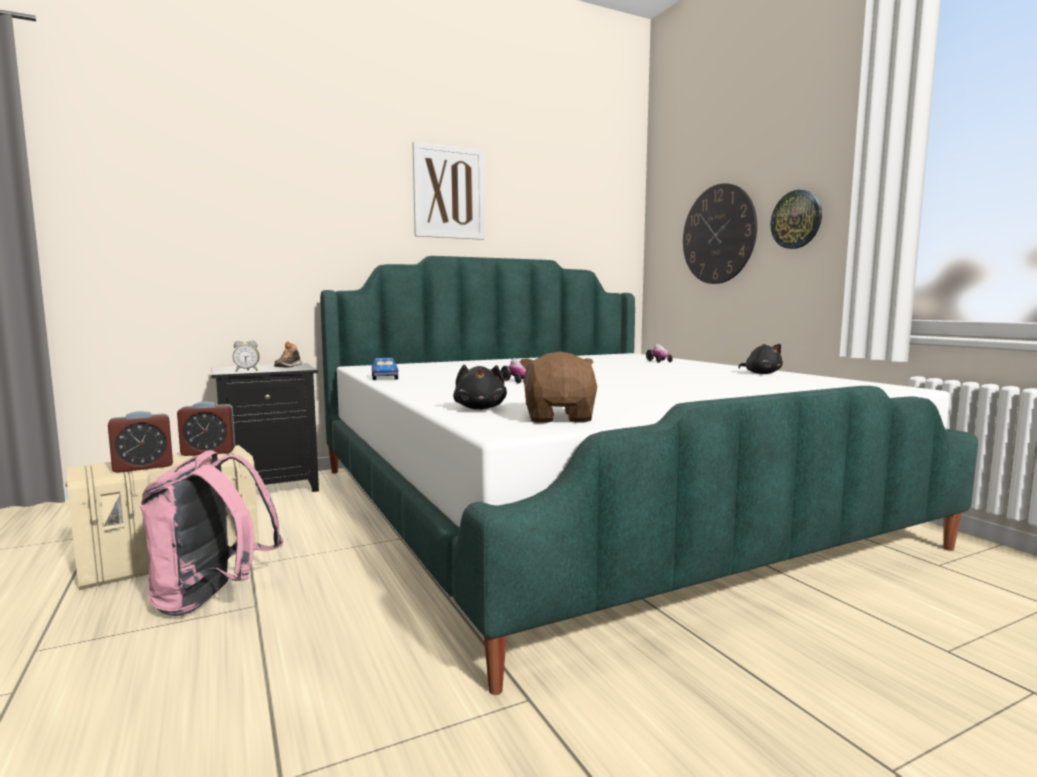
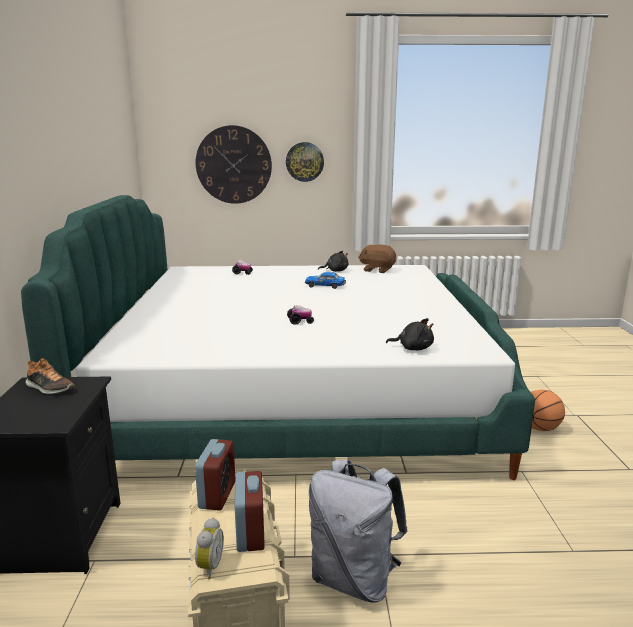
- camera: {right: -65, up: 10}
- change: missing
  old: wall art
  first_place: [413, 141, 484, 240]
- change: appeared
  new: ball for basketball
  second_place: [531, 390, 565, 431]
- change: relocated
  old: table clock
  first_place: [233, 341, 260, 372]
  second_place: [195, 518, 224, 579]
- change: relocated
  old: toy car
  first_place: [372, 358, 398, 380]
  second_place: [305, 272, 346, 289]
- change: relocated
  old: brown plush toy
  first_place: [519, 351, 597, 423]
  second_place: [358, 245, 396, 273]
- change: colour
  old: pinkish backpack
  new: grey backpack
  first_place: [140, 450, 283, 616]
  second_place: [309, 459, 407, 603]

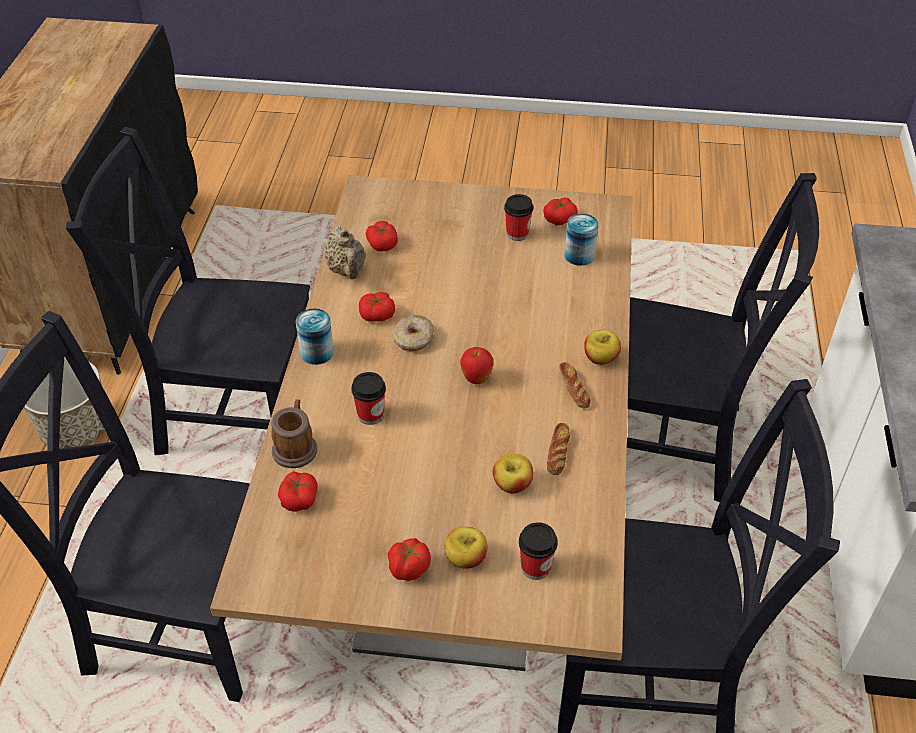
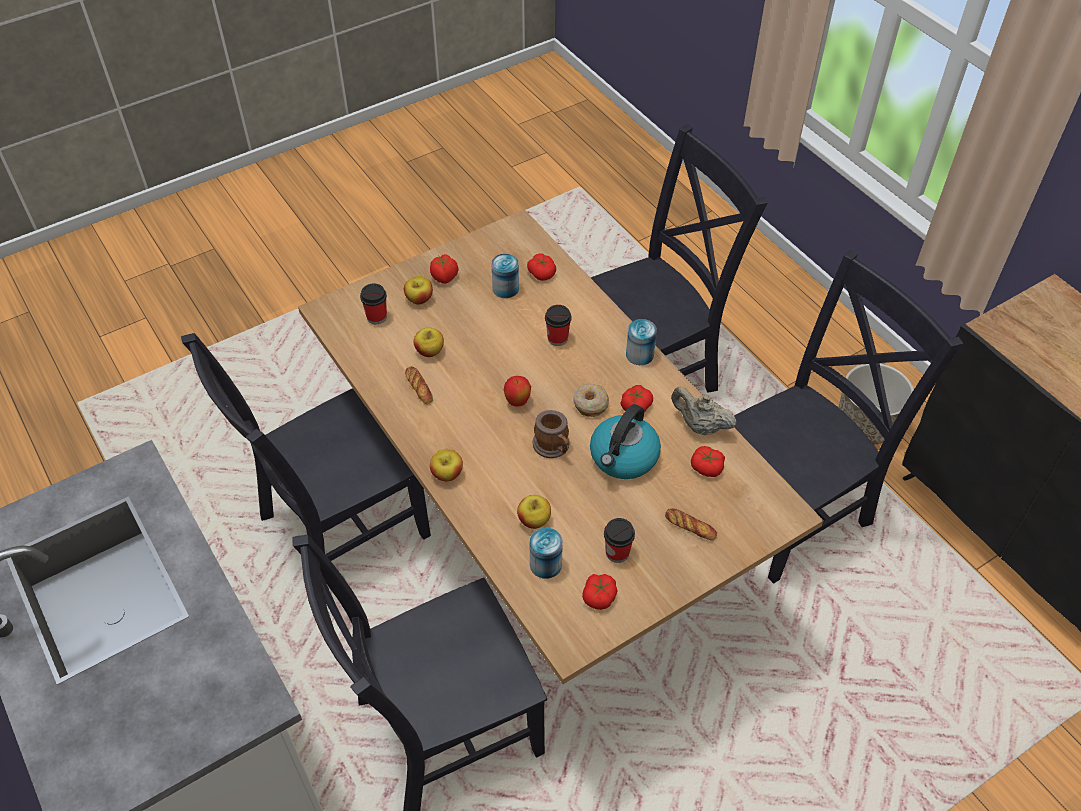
- camera: {right: 140, up: 5}
- change: appeared
  new: can
  second_place: [491, 254, 519, 298]
- change: appeared
  new: apple
  second_place: [517, 495, 551, 529]
- change: appeared
  new: water kettle
  second_place: [590, 404, 661, 479]
- change: relocated
  old: mug
  first_place: [271, 399, 317, 468]
  second_place: [533, 410, 570, 458]
- change: relocated
  old: bakery bread
  first_place: [558, 362, 591, 409]
  second_place: [665, 508, 717, 540]

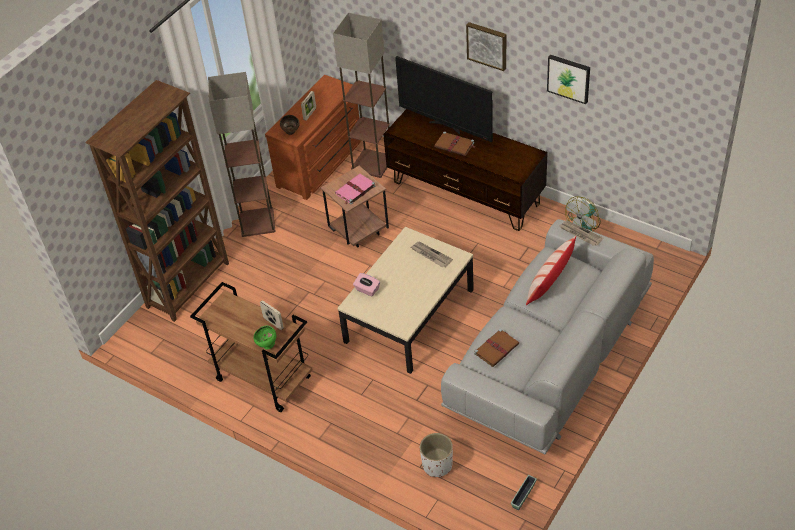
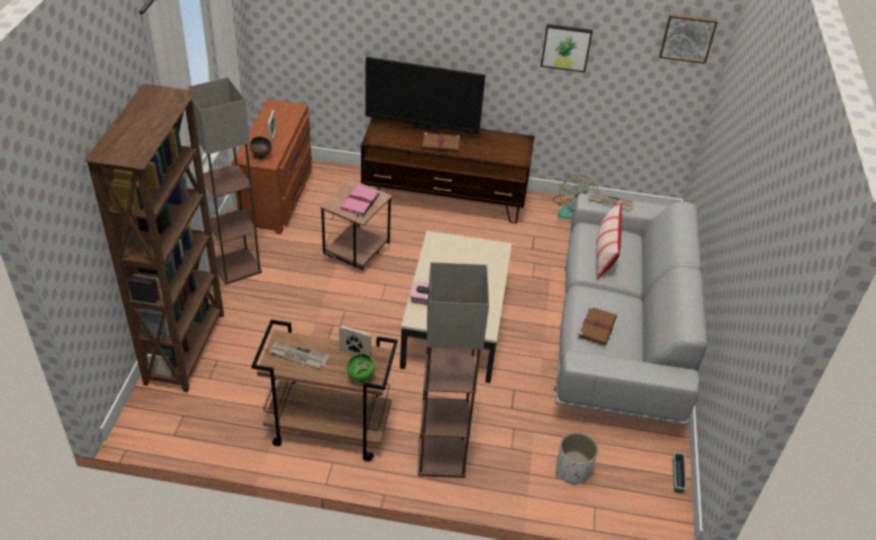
- camera: {right: -30, up: -5}
- change: relocated
  old: standing lamp
  first_place: [333, 13, 390, 178]
  second_place: [418, 262, 489, 478]
- change: relocated
  old: printed paper
  first_place: [411, 242, 453, 267]
  second_place: [269, 342, 329, 368]
- change: relocated
  old: wall art
  first_place: [466, 22, 506, 71]
  second_place: [659, 13, 718, 64]

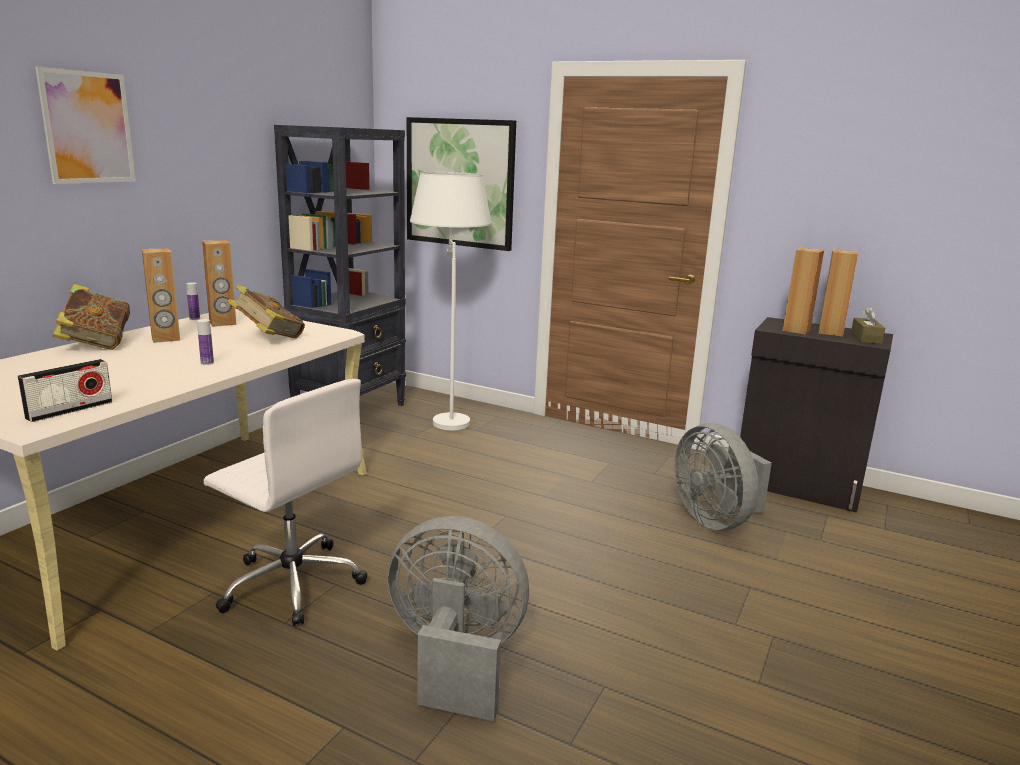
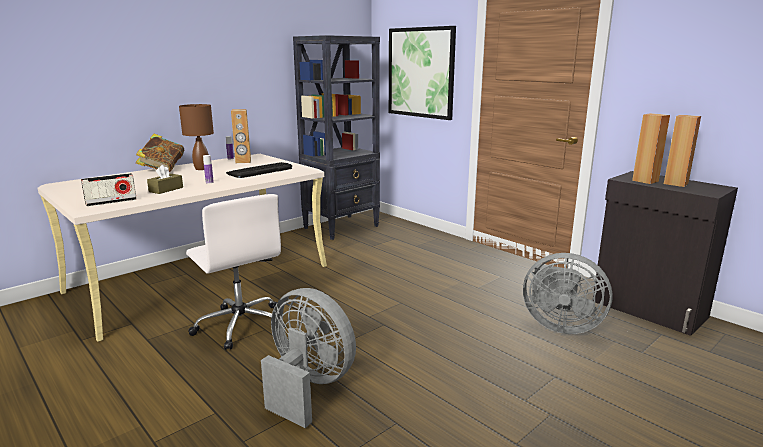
- camera: {right: 20, up: 0}
- change: missing
  old: wall art
  first_place: [35, 67, 136, 184]
- change: missing
  old: white standing lamp
  first_place: [410, 172, 491, 430]
- change: relocated
  old: brown box of tissues
  first_place: [851, 307, 885, 344]
  second_place: [147, 165, 183, 194]
- change: exchanged
  old: brown loudspeaker
  new: brown lamp for a table
  first_place: [142, 248, 180, 343]
  second_place: [179, 104, 214, 170]
- change: exchanged
  old: bound book
  new: computer keyboard
  first_place: [227, 285, 305, 338]
  second_place: [226, 162, 292, 178]
- change: spun
  old: grey electric fan
  first_place: [674, 423, 772, 531]
  second_place: [523, 253, 613, 334]
  degrees: -60

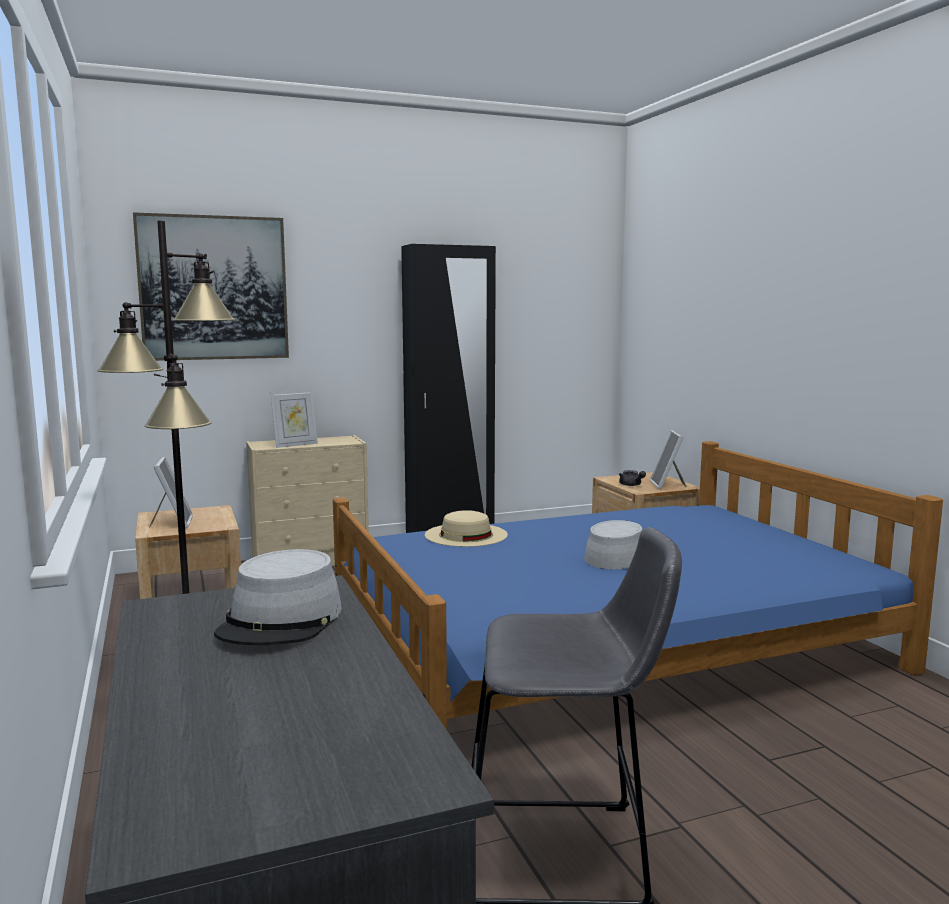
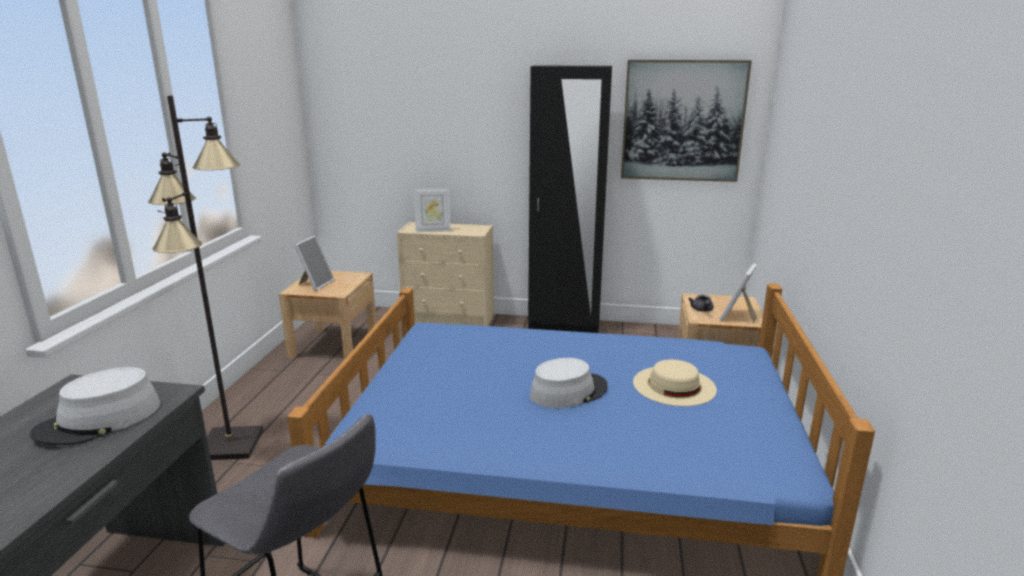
- camera: {right: 30, up: 10}
- change: relocated
  old: wall art
  first_place: [133, 213, 289, 361]
  second_place: [621, 60, 752, 182]
- change: relocated
  old: beige clothing hat
  first_place: [425, 510, 508, 547]
  second_place: [633, 359, 717, 406]

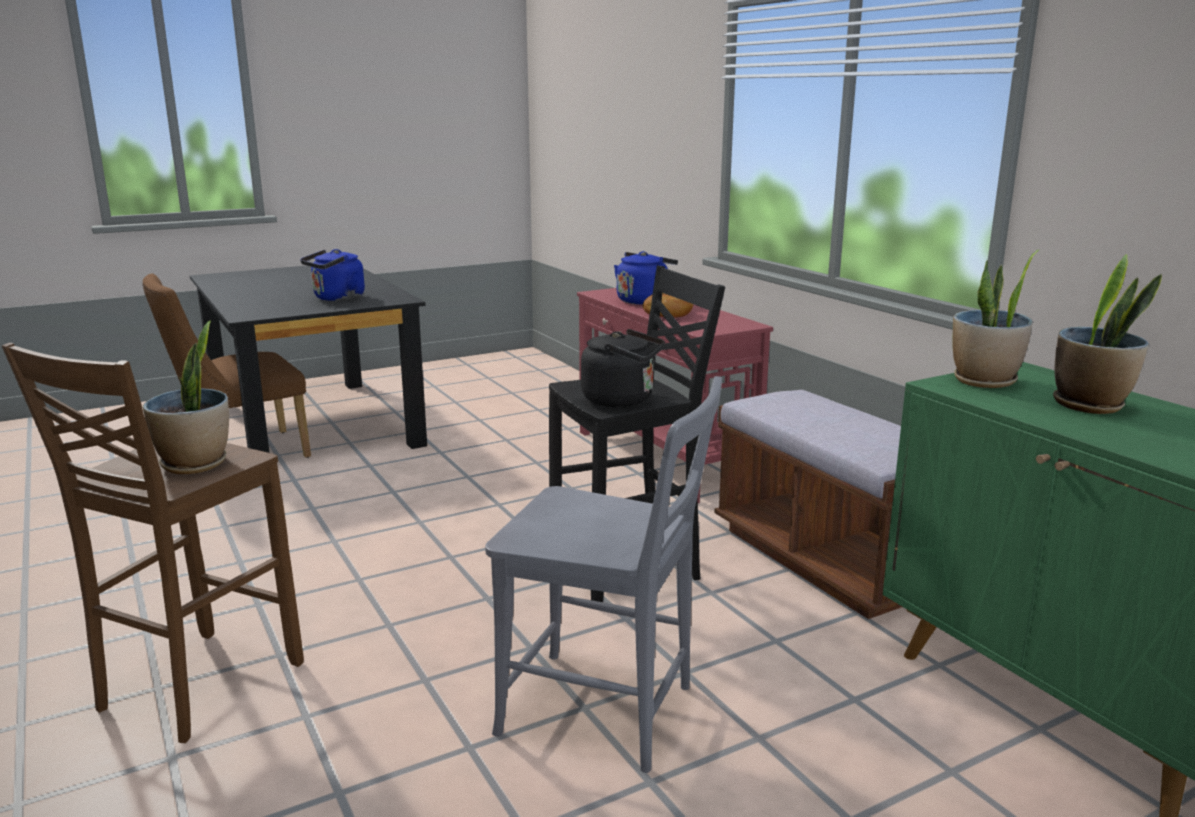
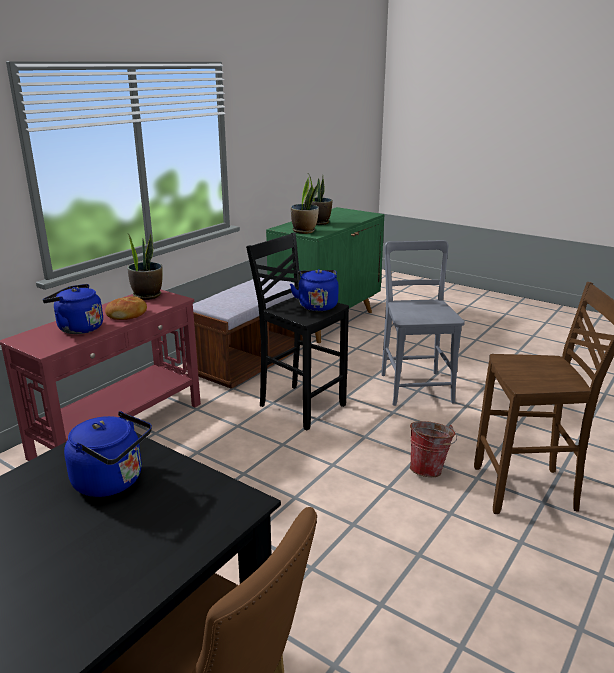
- camera: {right: -115, up: 5}
- change: appeared
  new: water bucket
  second_place: [410, 421, 457, 477]
- change: relocated
  old: houseplant
  first_place: [143, 320, 229, 474]
  second_place: [127, 233, 163, 300]
- change: colour
  old: black water kettle
  new: blue-coloured water kettle
  first_place: [581, 329, 665, 407]
  second_place: [290, 269, 339, 311]

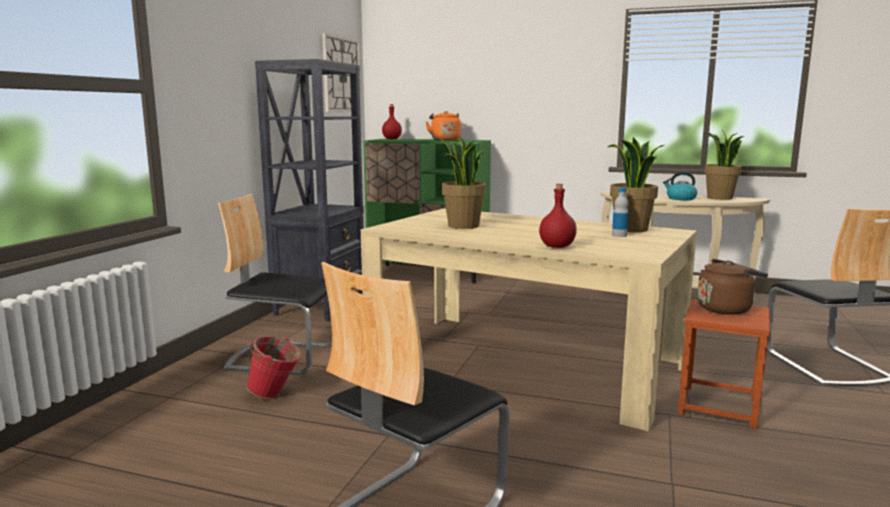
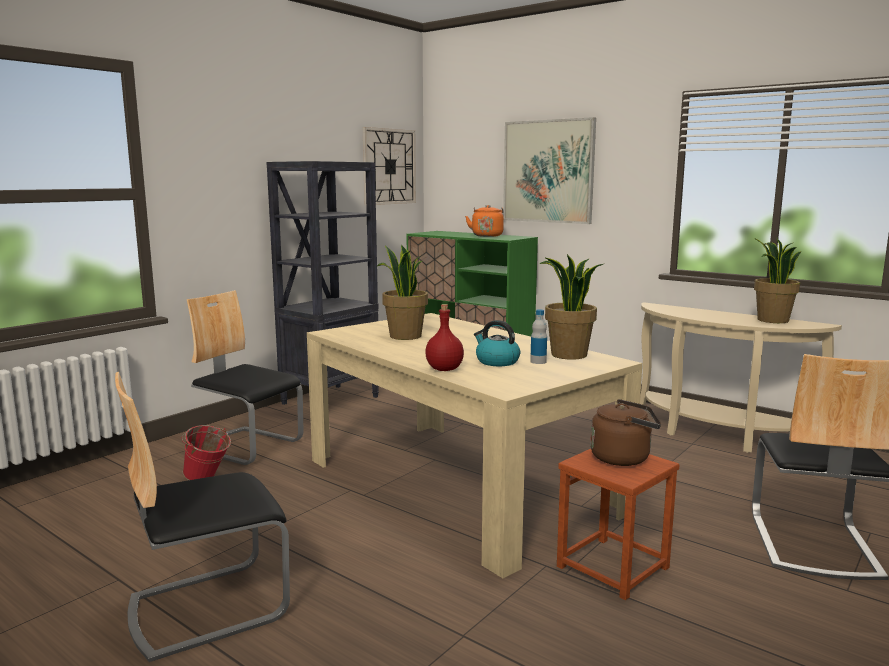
- camera: {right: 20, up: 0}
- change: missing
  old: red beverage bottle
  first_place: [382, 104, 402, 139]
- change: appeared
  new: wall art
  second_place: [503, 117, 596, 224]
- change: relocated
  old: water kettle
  first_place: [663, 171, 697, 200]
  second_place: [474, 320, 520, 366]

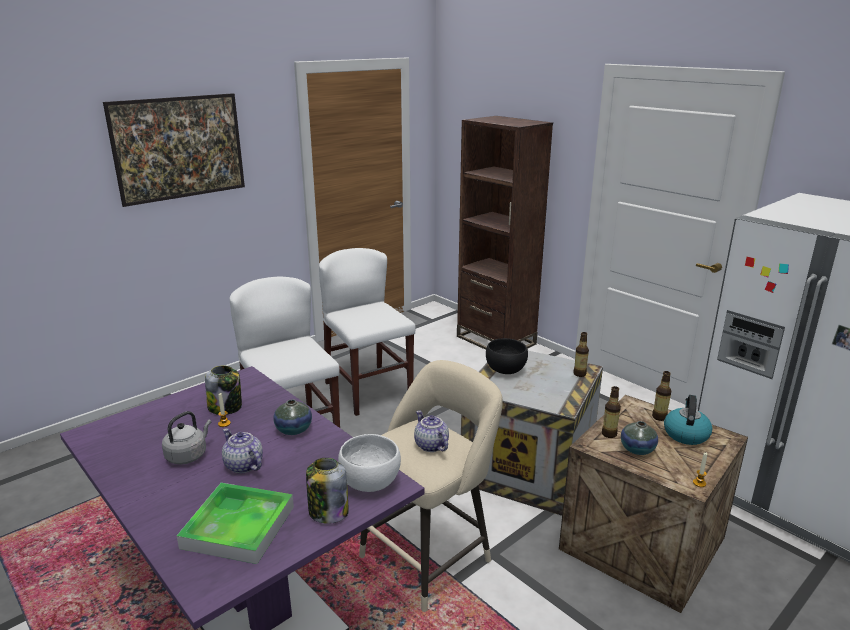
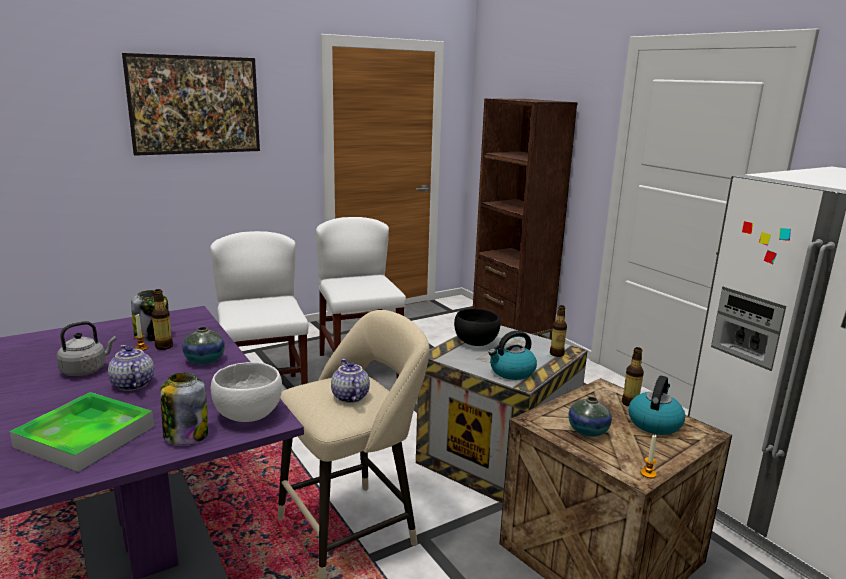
- camera: {right: 10, up: -5}
- change: appeared
  new: water kettle
  second_place: [488, 330, 537, 380]
- change: relocated
  old: beverage bottle
  first_place: [602, 386, 621, 438]
  second_place: [151, 289, 173, 350]

